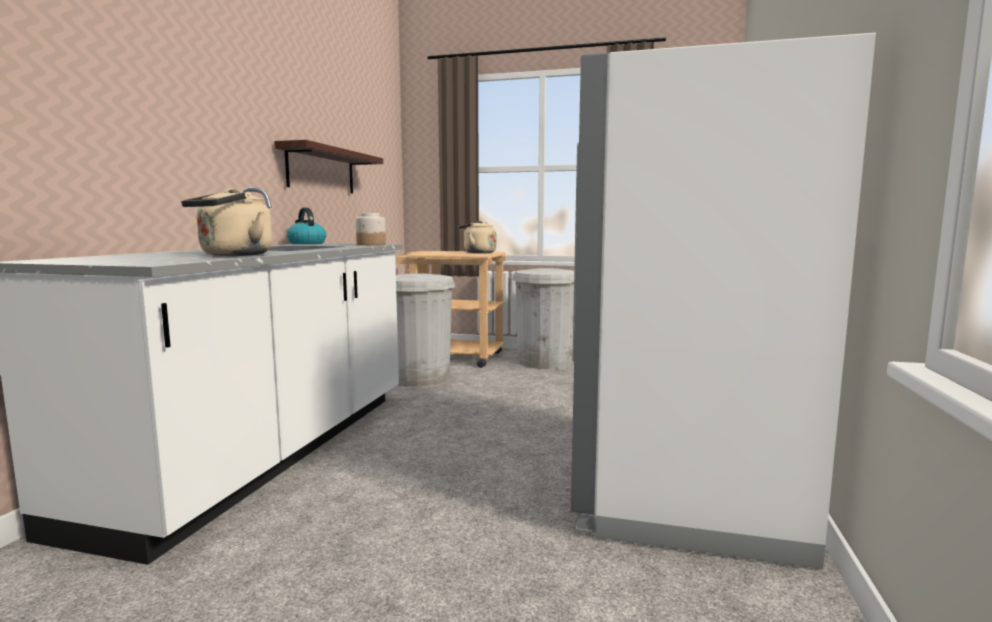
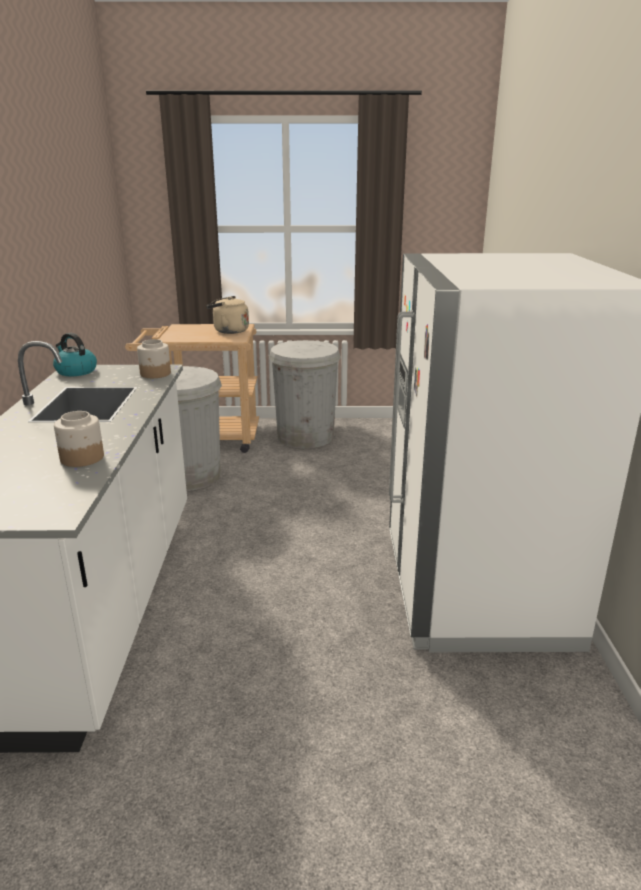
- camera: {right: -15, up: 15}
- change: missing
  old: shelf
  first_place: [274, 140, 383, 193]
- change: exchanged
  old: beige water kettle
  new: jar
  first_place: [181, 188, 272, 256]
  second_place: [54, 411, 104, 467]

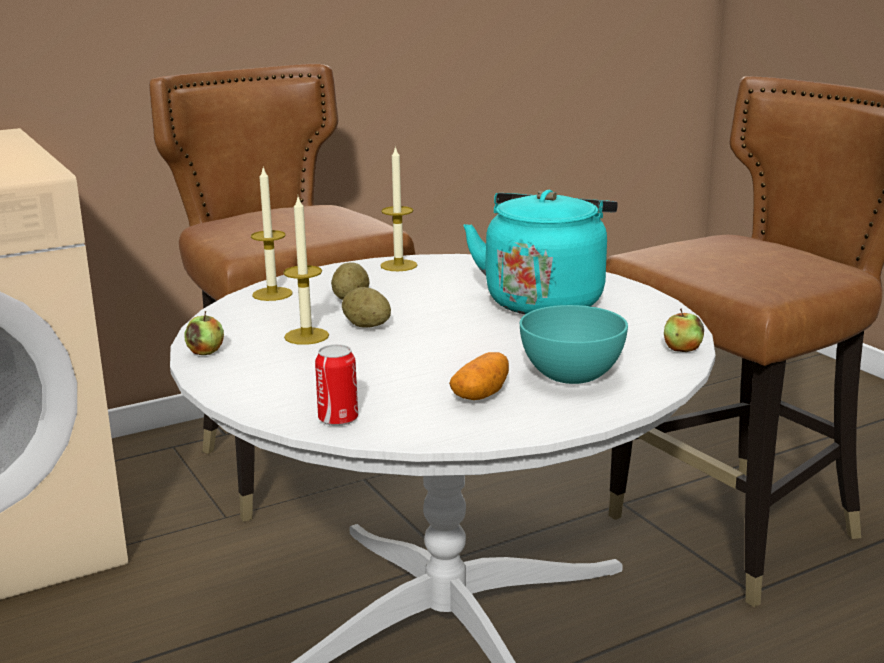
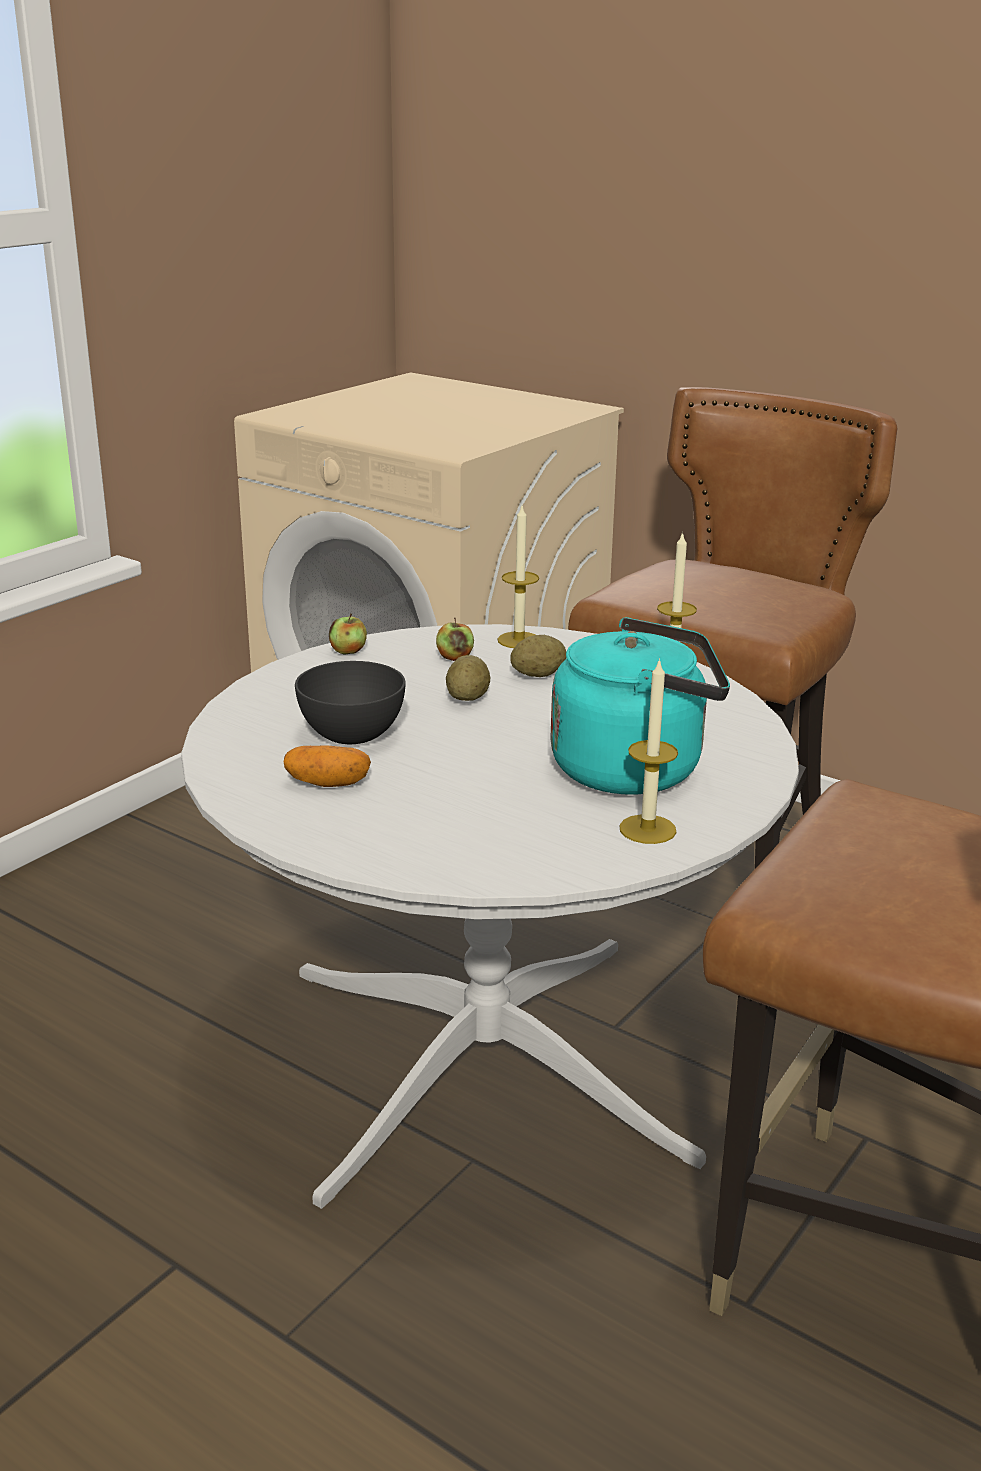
- camera: {right: 65, up: 5}
- change: missing
  old: can
  first_place: [315, 344, 358, 426]
- change: missing
  old: turquoise serving bowl
  first_place: [520, 305, 628, 384]
- change: appeared
  new: grey serving bowl
  second_place: [295, 661, 406, 744]
- change: relocated
  old: wax light
  first_place: [283, 197, 329, 345]
  second_place: [619, 658, 678, 844]
- change: relocated
  old: apple
  first_place: [664, 308, 704, 352]
  second_place: [436, 618, 474, 661]

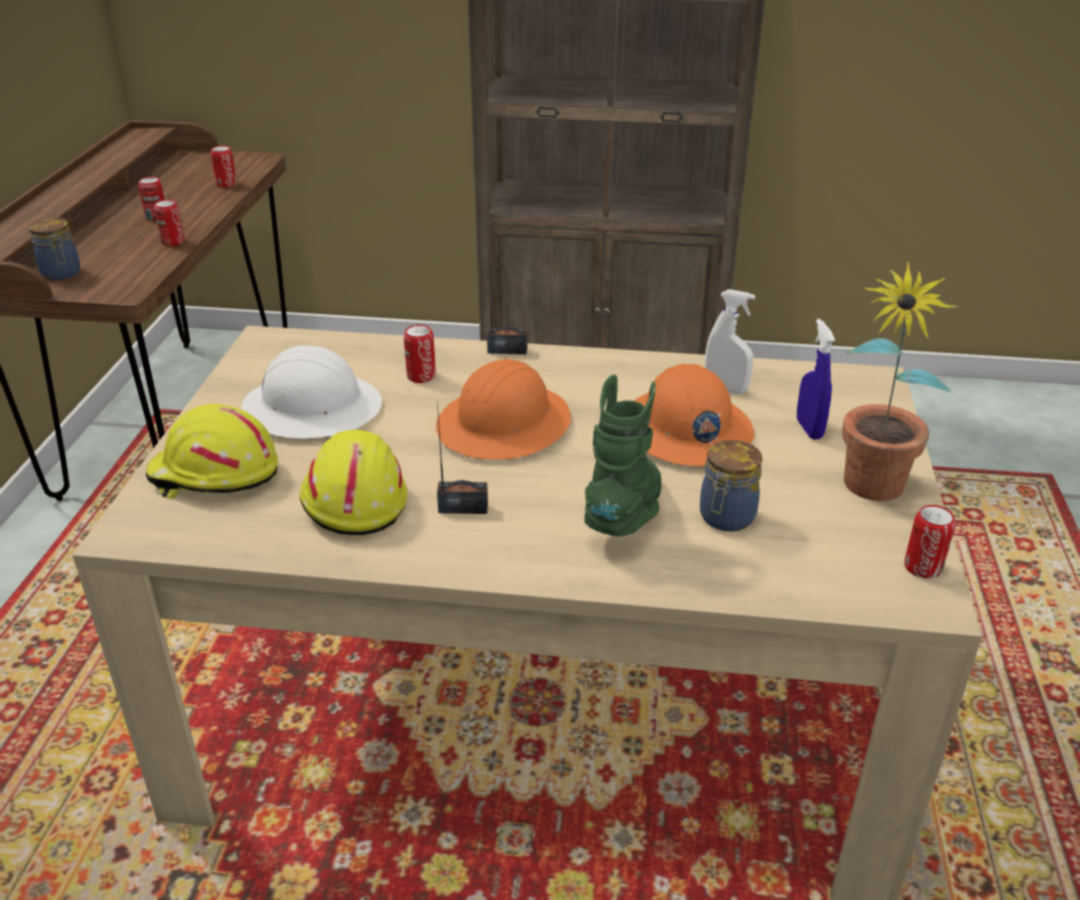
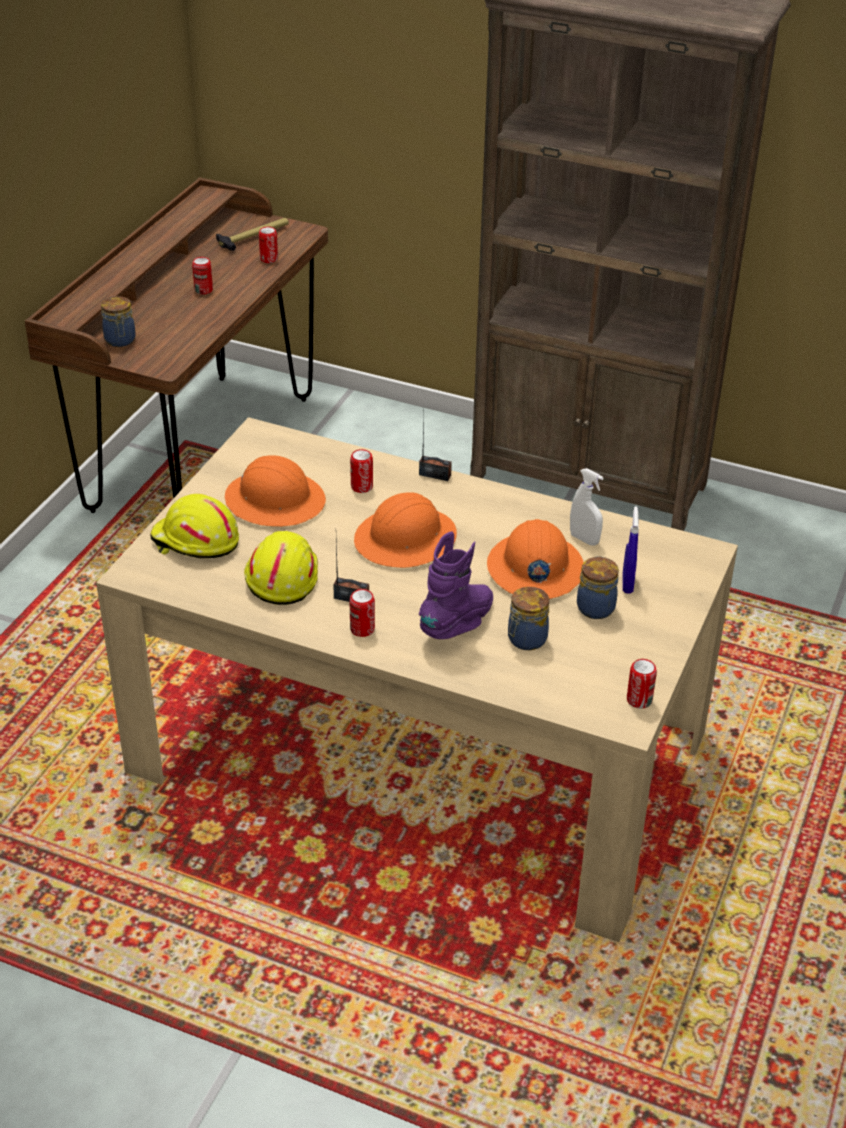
- camera: {right: 15, up: 5}
- change: missing
  old: houseplant
  first_place: [842, 262, 959, 501]
- change: appeared
  new: tool hammer
  second_place: [216, 218, 289, 251]
- change: appeared
  new: jar
  second_place: [577, 556, 619, 619]
- change: relocated
  old: can
  first_place: [154, 199, 184, 246]
  second_place: [349, 589, 375, 637]
- change: colour
  old: white work helmet
  new: orange work helmet
  first_place: [241, 345, 382, 439]
  second_place: [225, 455, 326, 527]
- change: colour
  old: green-coloured boot
  new: purple-coloured boot
  first_place: [584, 375, 662, 536]
  second_place: [419, 532, 493, 639]

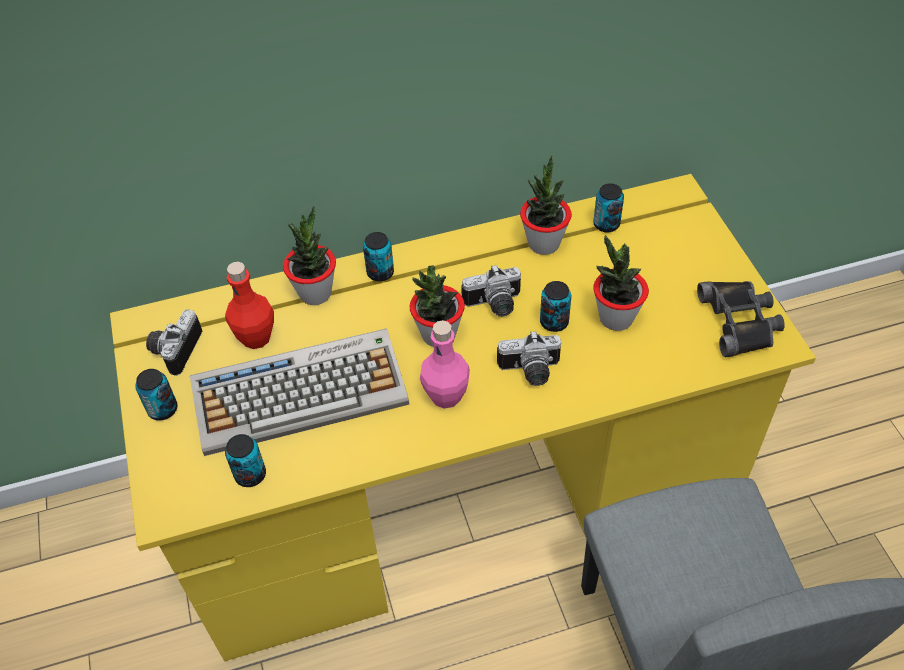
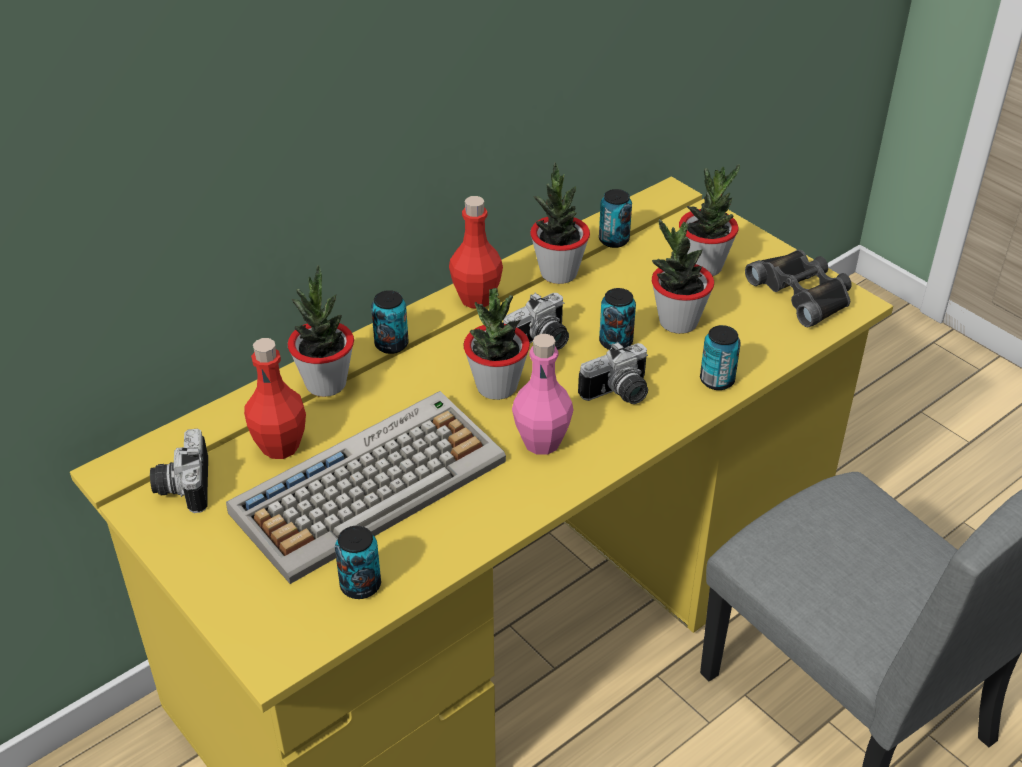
- camera: {right: -25, up: -10}
- change: appeared
  new: red beverage bottle
  second_place: [449, 196, 503, 308]
- change: appeared
  new: houseplant
  second_place: [679, 164, 740, 276]
- change: relocated
  old: can
  first_place: [135, 369, 178, 421]
  second_place: [700, 325, 741, 390]

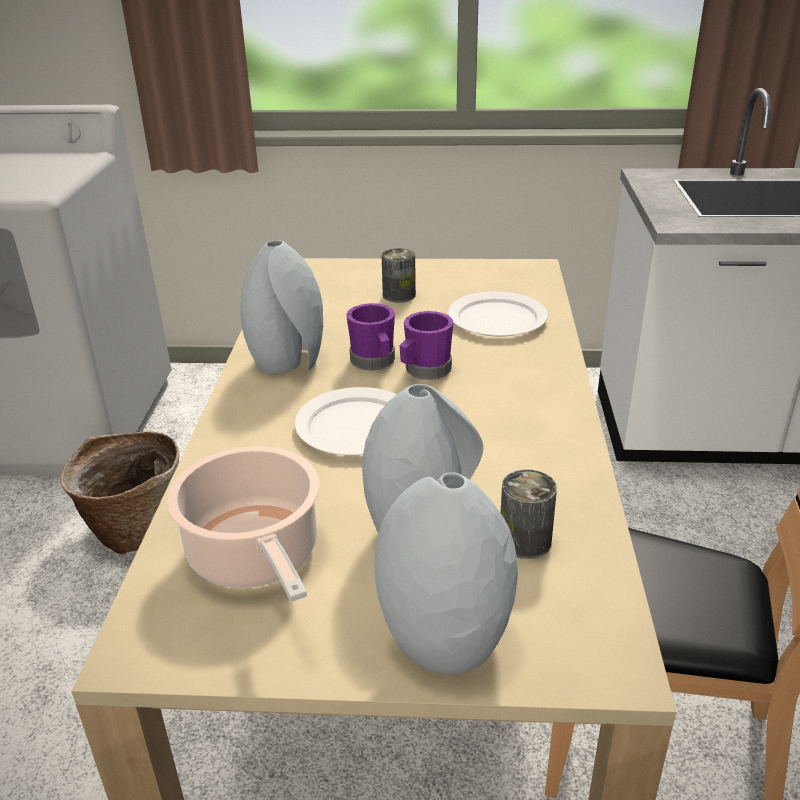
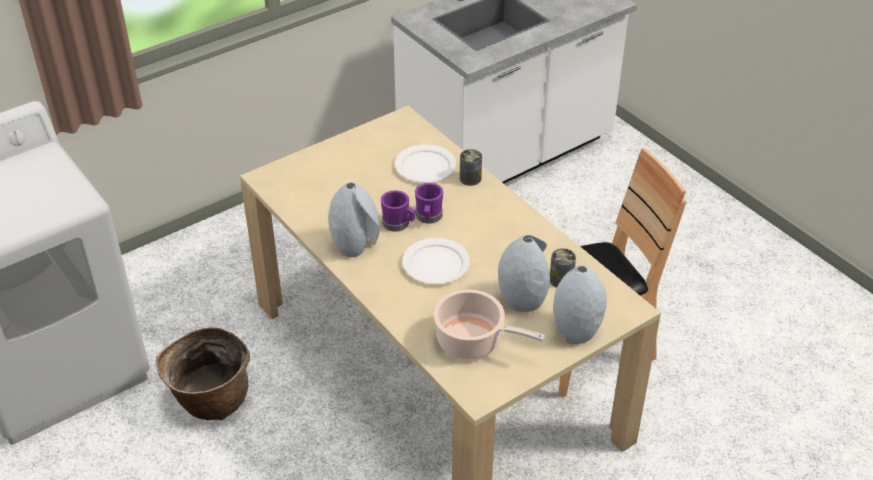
- camera: {right: -40, up: 10}
- change: relocated
  old: can
  first_place: [382, 248, 416, 303]
  second_place: [460, 149, 482, 186]

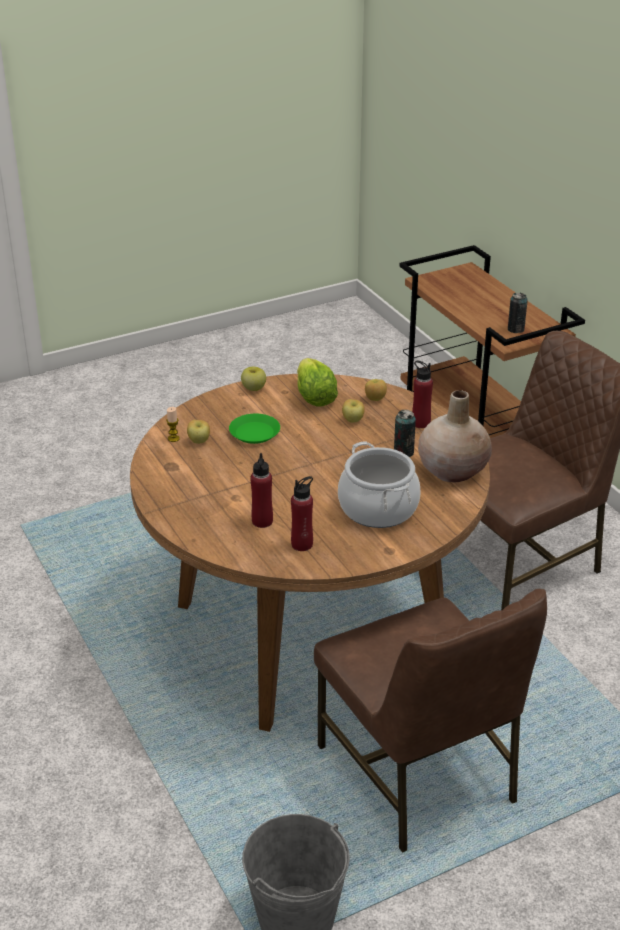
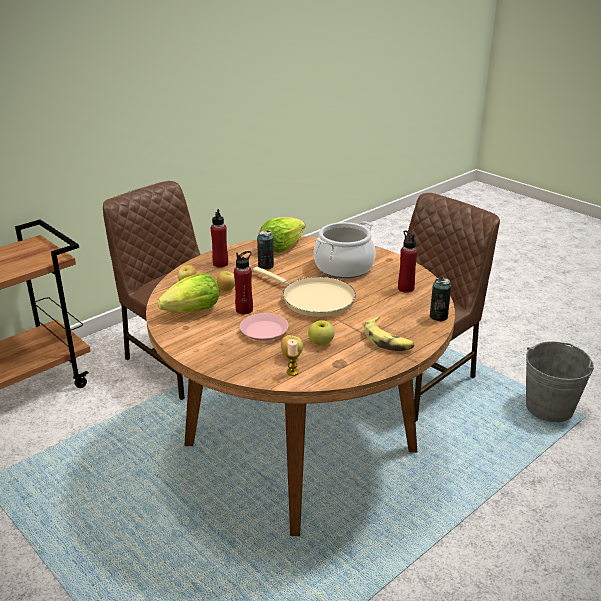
- camera: {right: -105, up: -5}
- change: appeared
  new: beige pan
  second_place: [253, 267, 356, 317]
- change: appeared
  new: banana fruit
  second_place: [364, 316, 414, 351]
- change: relocated
  old: apple
  first_place: [241, 366, 266, 391]
  second_place: [308, 320, 335, 346]
- change: relocated
  old: red beverage bottle
  first_place: [250, 453, 273, 528]
  second_place: [234, 251, 253, 314]
- change: relocated
  old: can
  first_place: [508, 292, 528, 333]
  second_place: [430, 277, 451, 321]
- change: exchanged
  old: beige vase
  new: lettuce head
  first_place: [418, 390, 492, 482]
  second_place: [259, 217, 305, 253]
- change: colour
  old: green-coloured dinner plate
  new: pinkish dinner plate
  first_place: [229, 414, 280, 444]
  second_place: [240, 313, 288, 341]

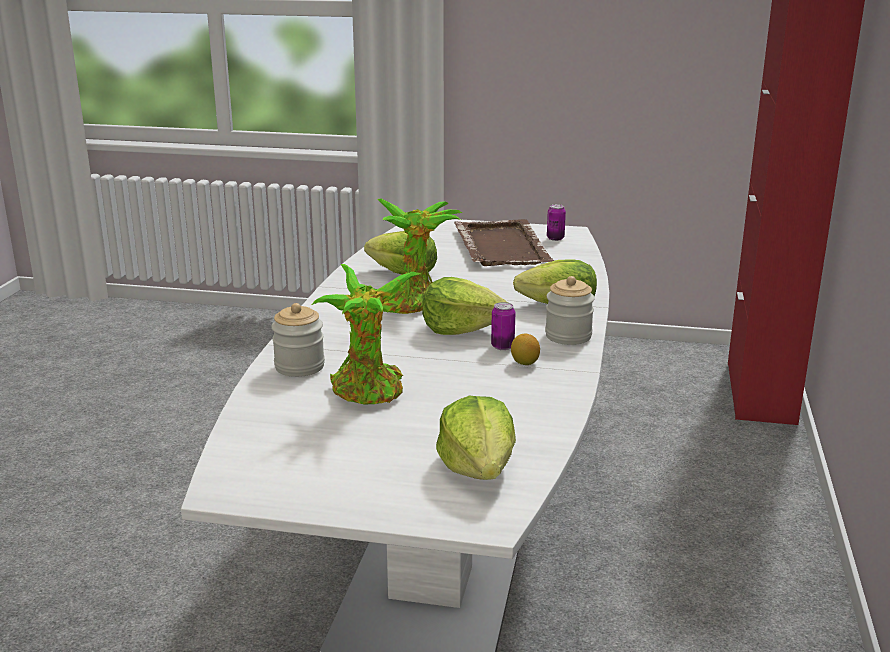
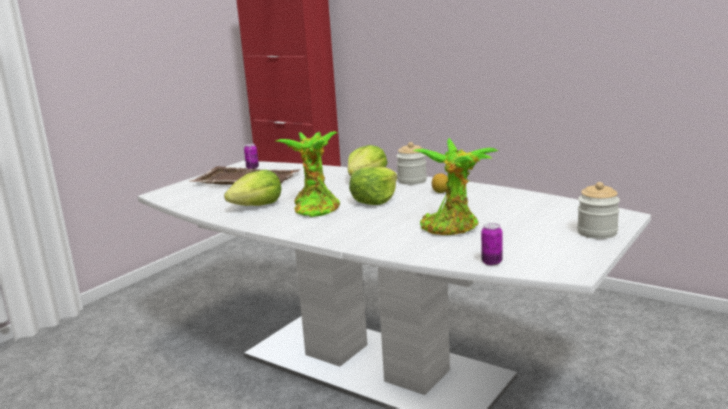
- camera: {right: -65, up: -5}
- change: missing
  old: lettuce head
  first_place: [436, 396, 516, 480]
- change: relocated
  old: jar
  first_place: [271, 303, 325, 377]
  second_place: [577, 182, 620, 239]
- change: relocated
  old: can
  first_place: [491, 302, 516, 350]
  second_place: [481, 223, 502, 265]

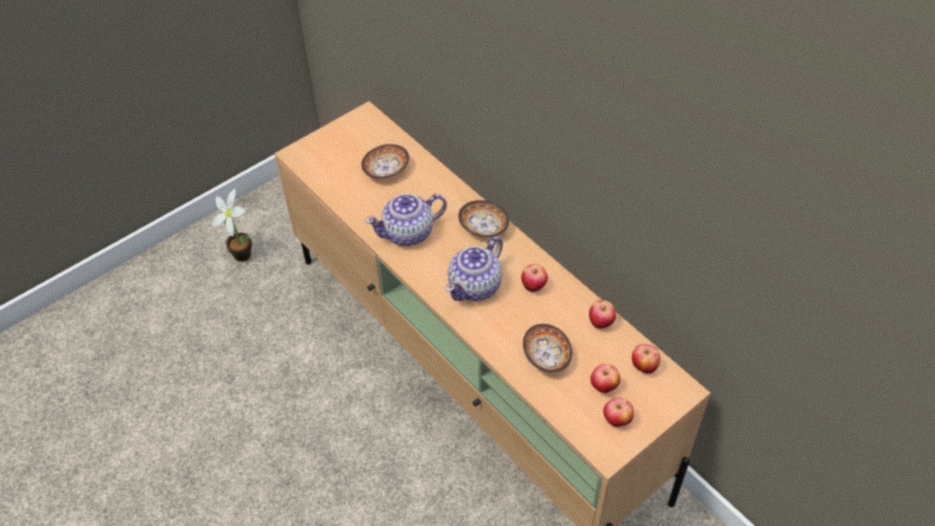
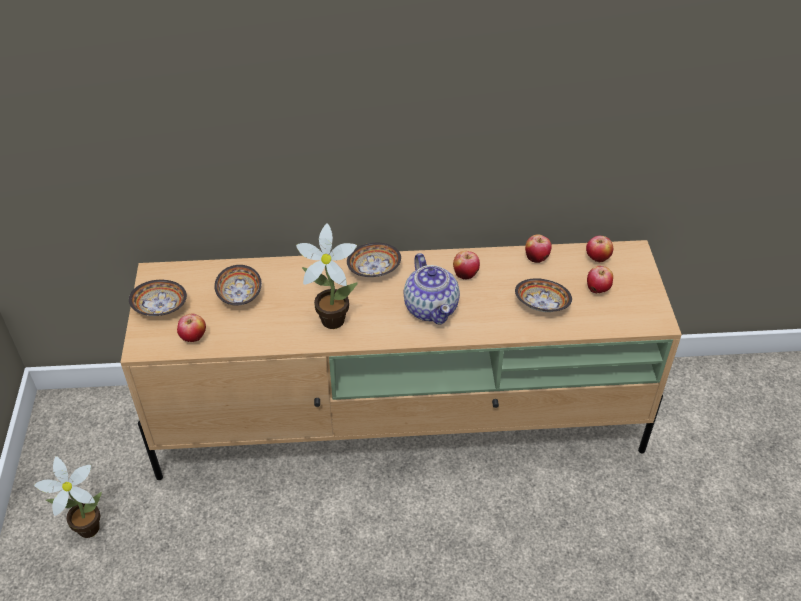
- camera: {right: -55, up: -5}
- change: appeared
  new: serving bowl
  second_place: [129, 280, 187, 316]
- change: relocated
  old: apple
  first_place: [603, 397, 634, 427]
  second_place: [177, 313, 206, 342]
- change: exchanged
  old: teapot
  new: houseplant
  first_place: [365, 193, 447, 246]
  second_place: [296, 223, 358, 329]

